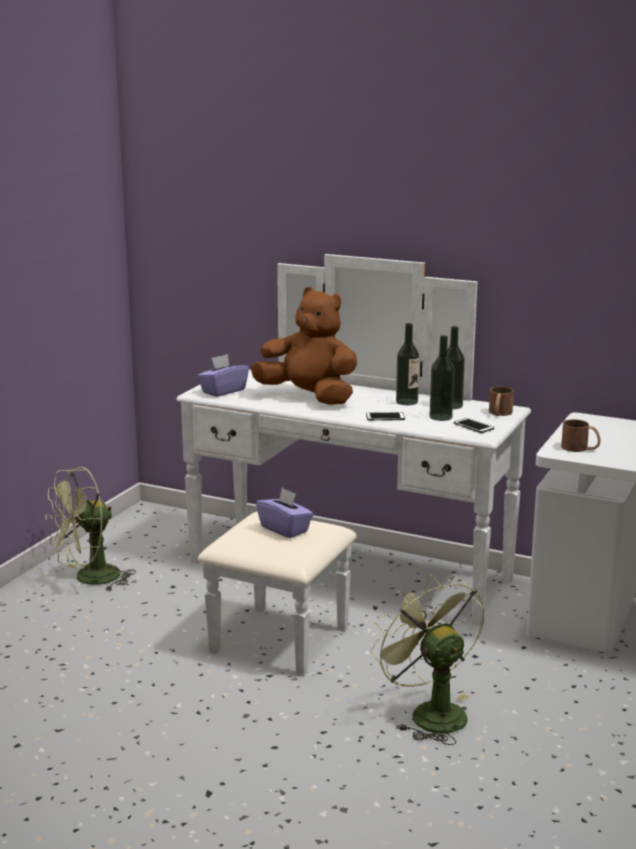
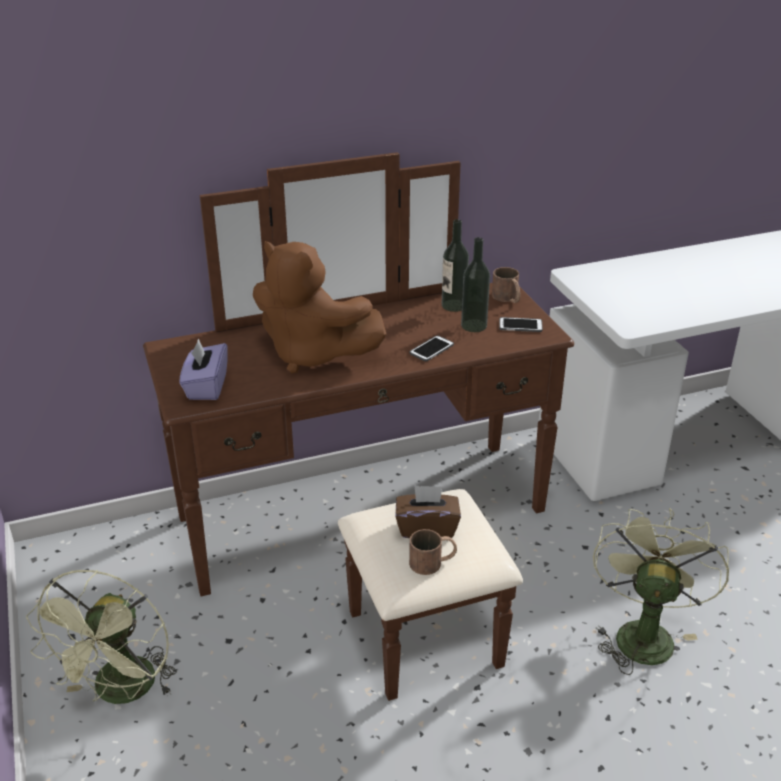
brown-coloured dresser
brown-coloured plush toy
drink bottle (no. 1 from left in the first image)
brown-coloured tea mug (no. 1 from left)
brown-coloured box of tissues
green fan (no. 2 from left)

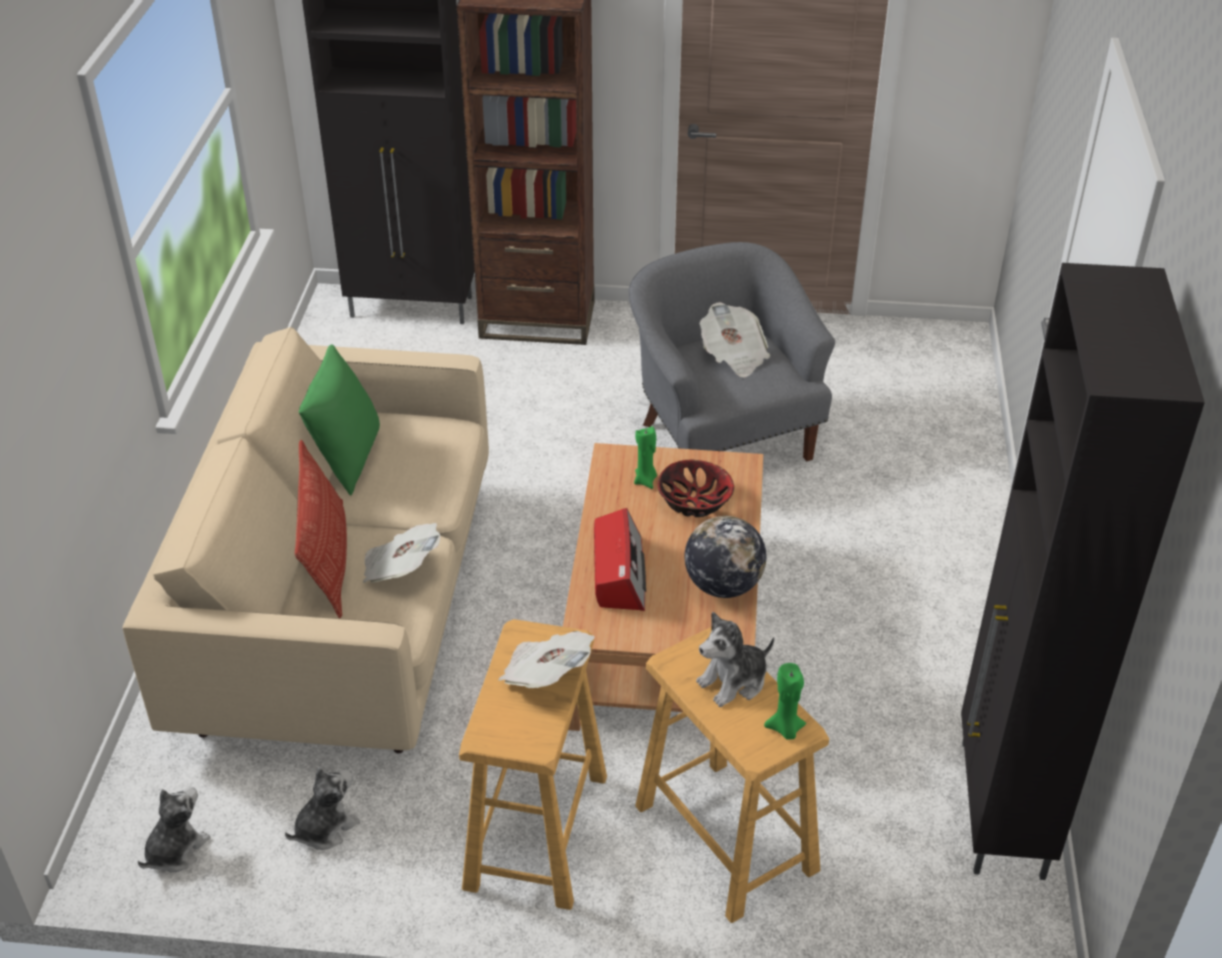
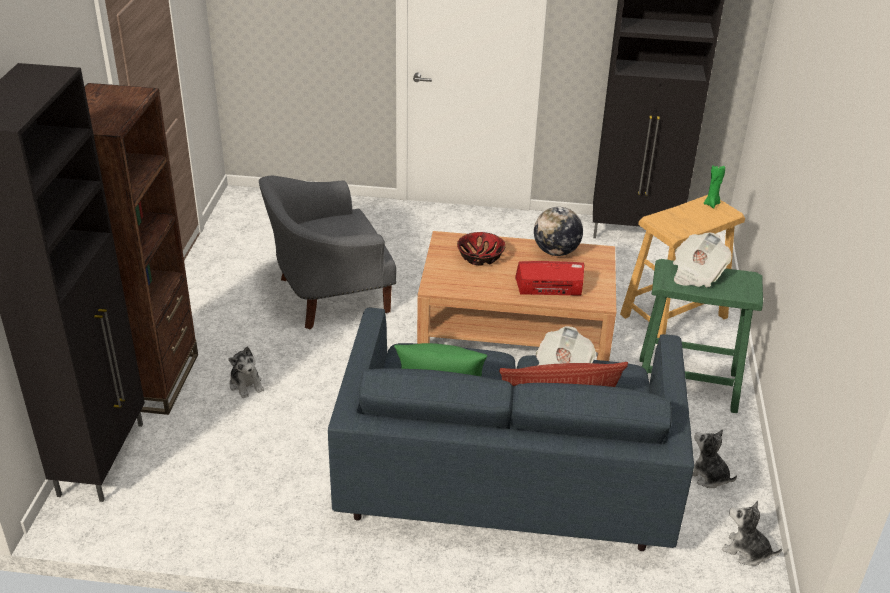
printed paper (no. 3 from left in the first image)
blue-coloured couch
green wax light (no. 1 from left in the first image)
plush toy (no. 1 from left)
green stool seat

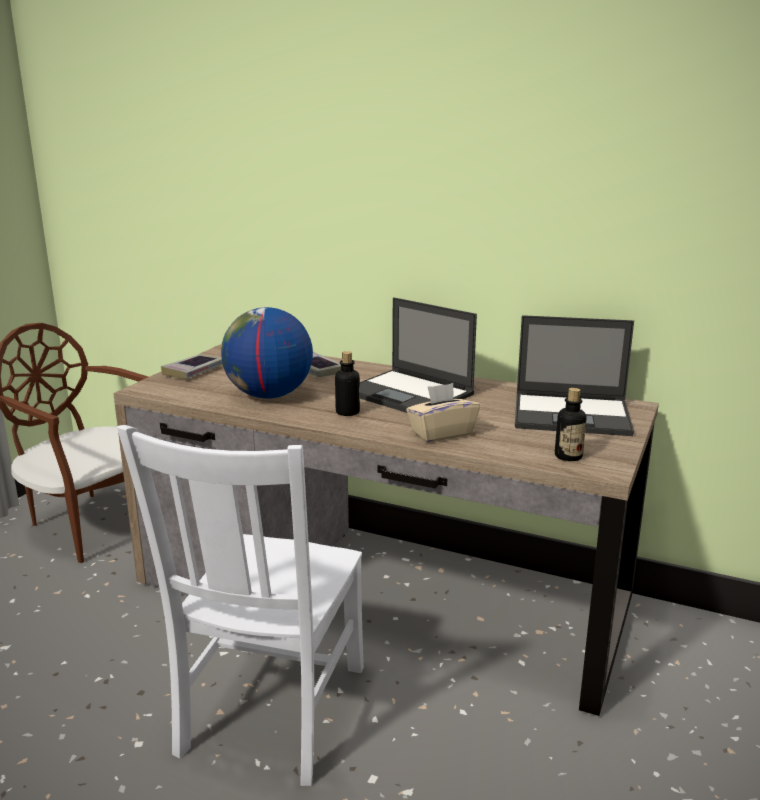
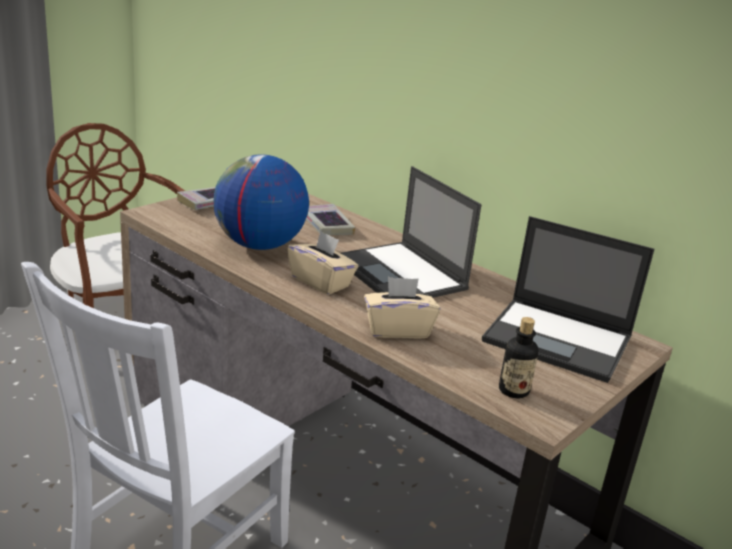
sand-coloured box of tissues (no. 1 from left)

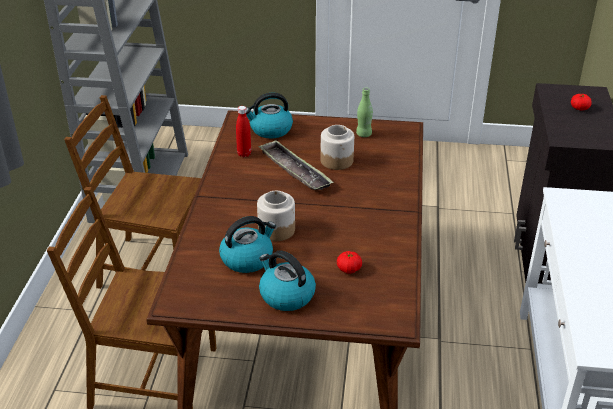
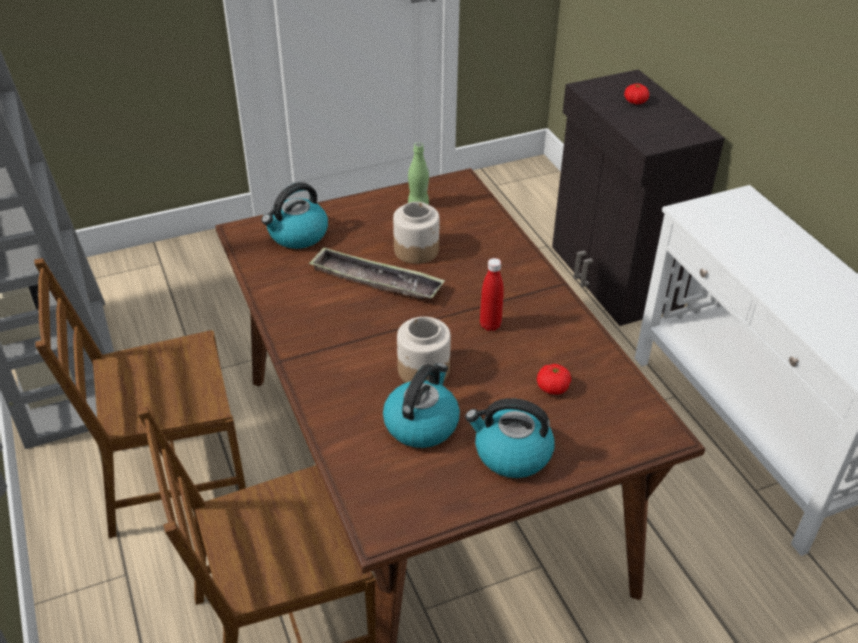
red drink bottle

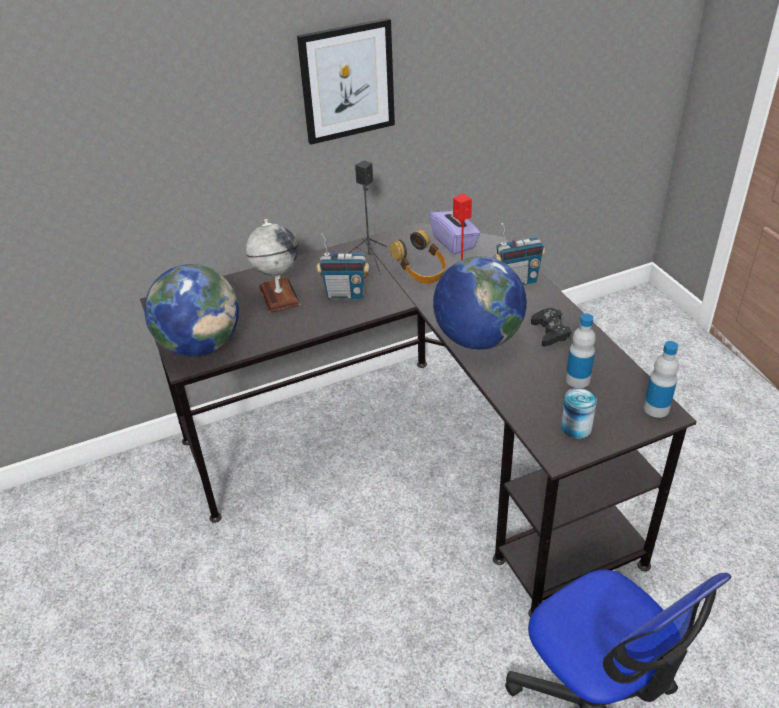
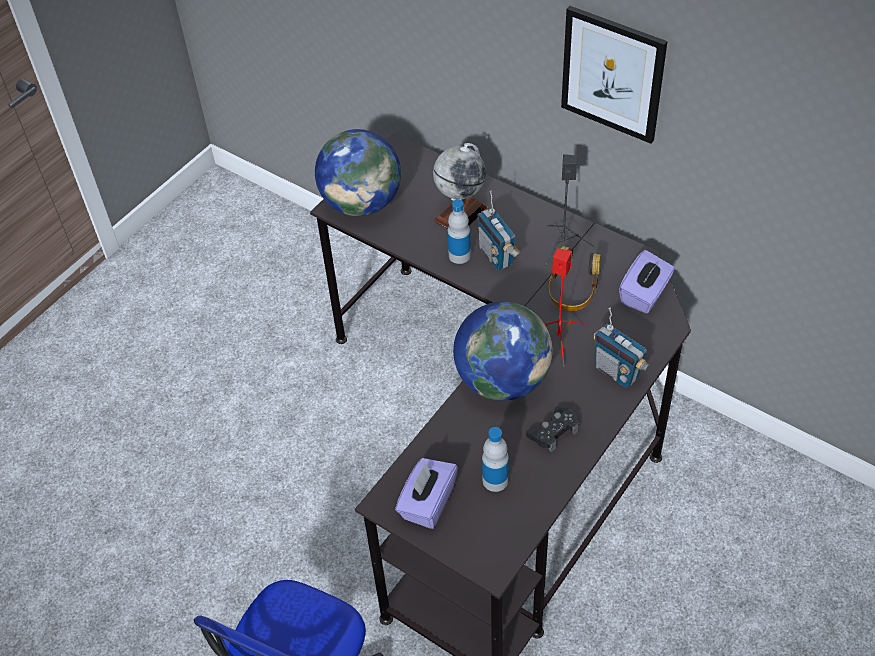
drink bottle (no. 1 from left)
purple box of tissues (no. 1 from left)

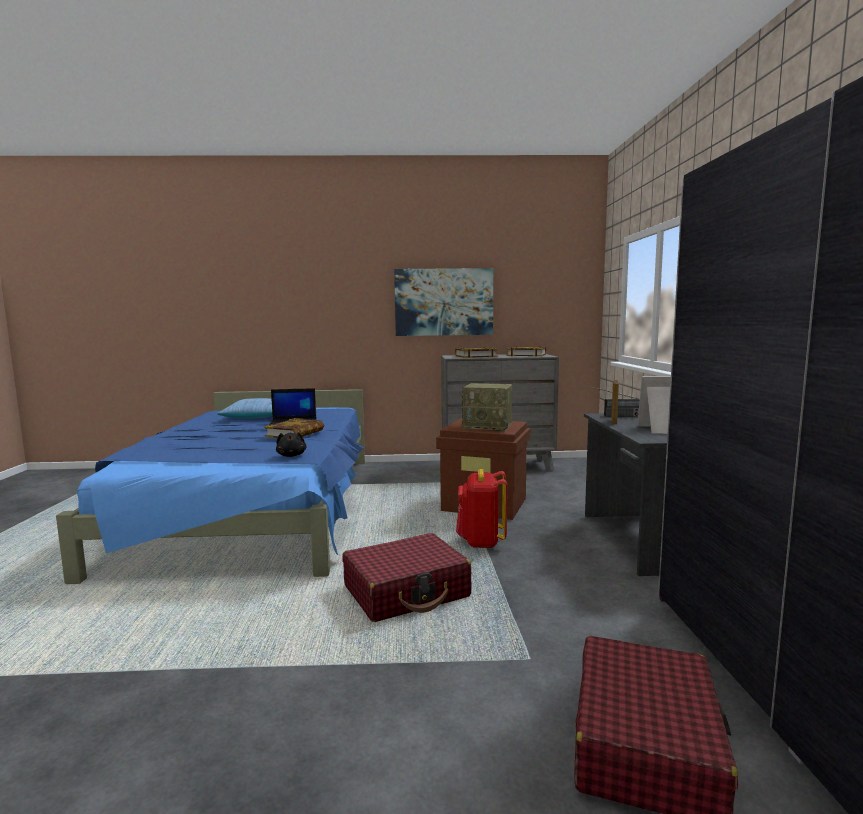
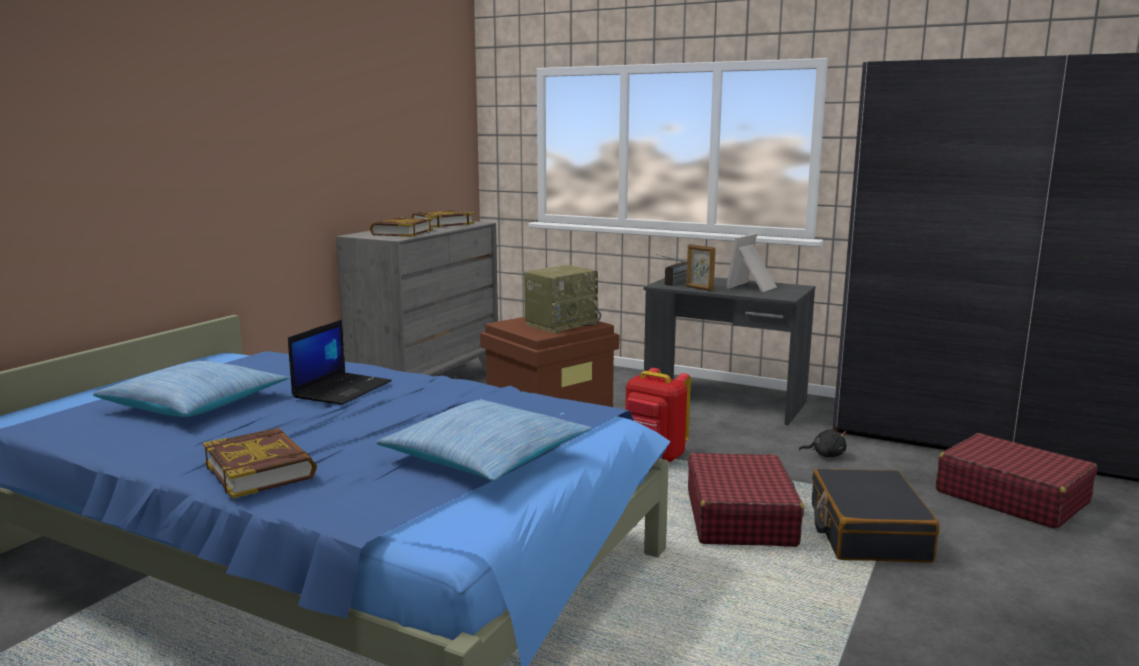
picture
book (no. 1 from left)
black-coloured plush toy
cushion (no. 2 from left)
black-coloured piece of luggage

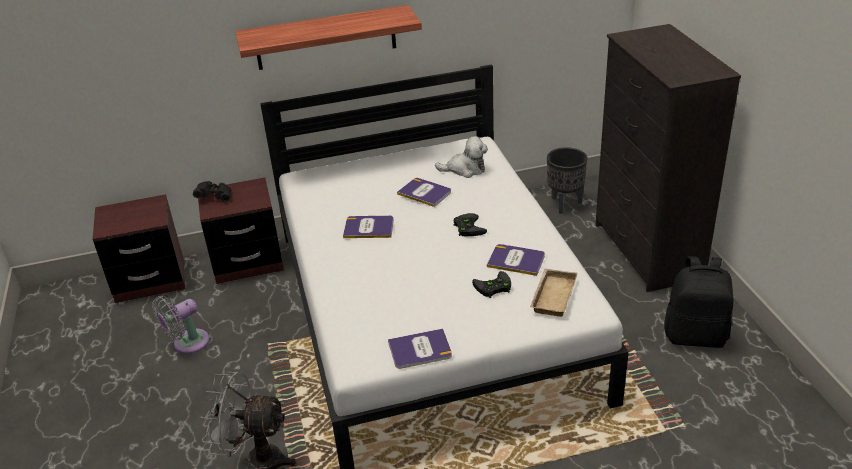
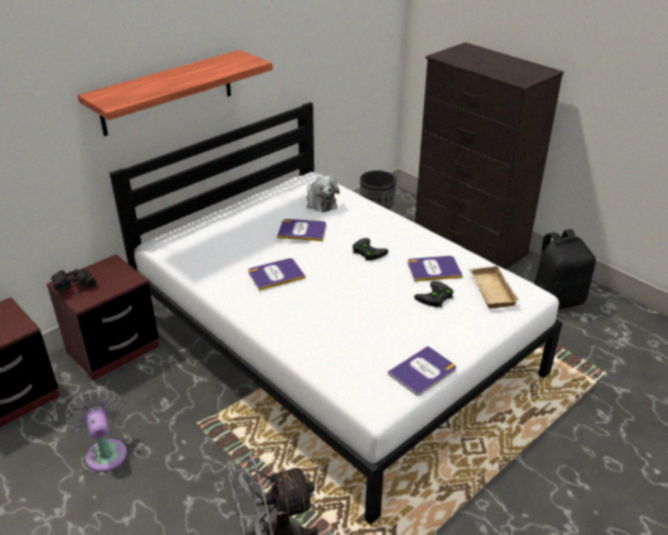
plush toy
grey fan (no. 1 from left)

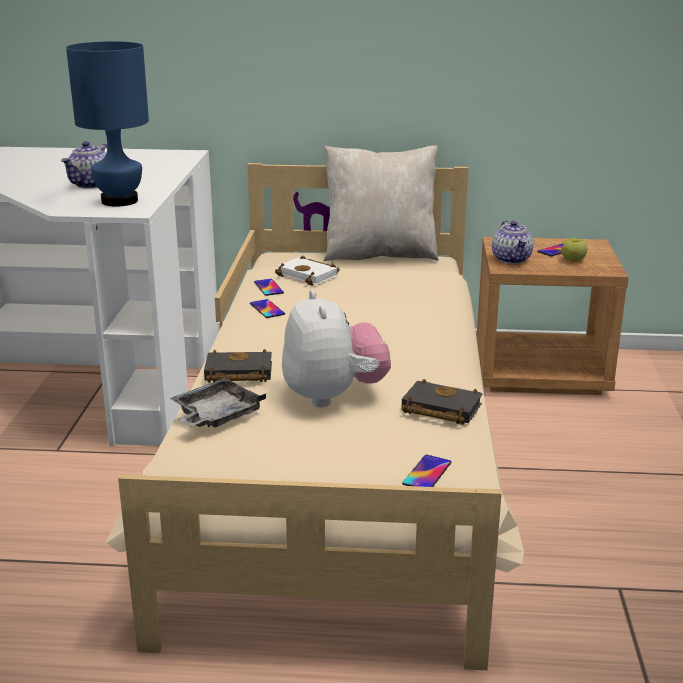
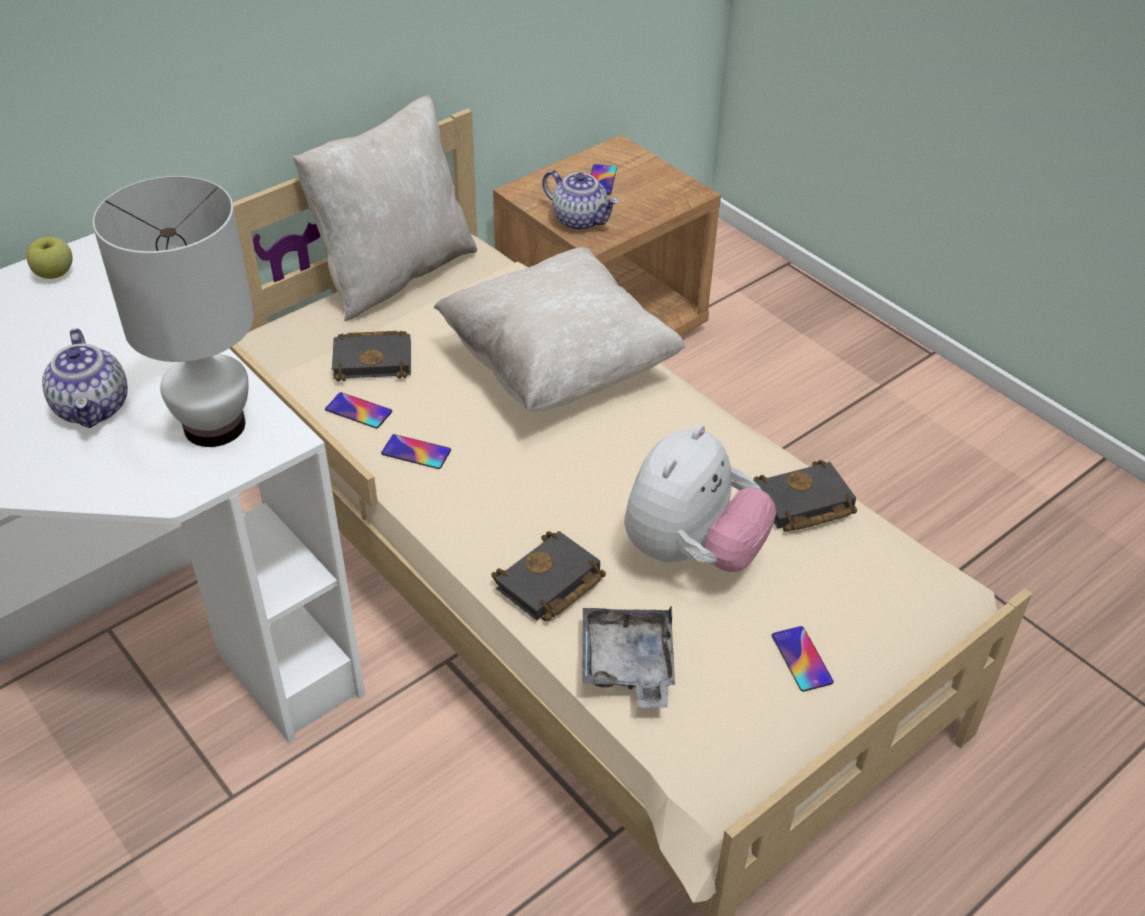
whitish table lamp
apple fruit
black-coloured book (no. 1 from left)
plush toy
handset (no. 4 from left)
sand-coloured cushion (no. 2 from left)

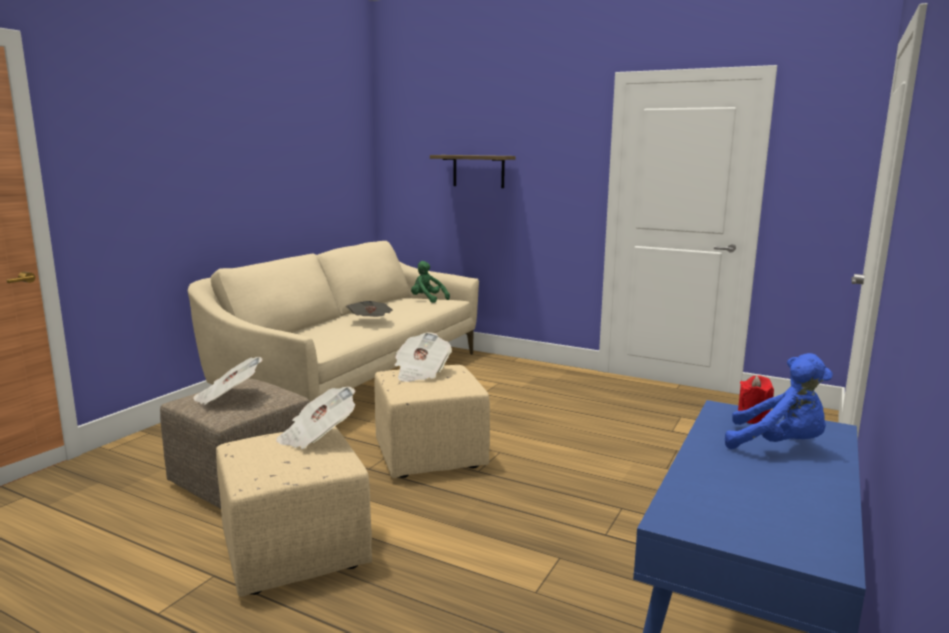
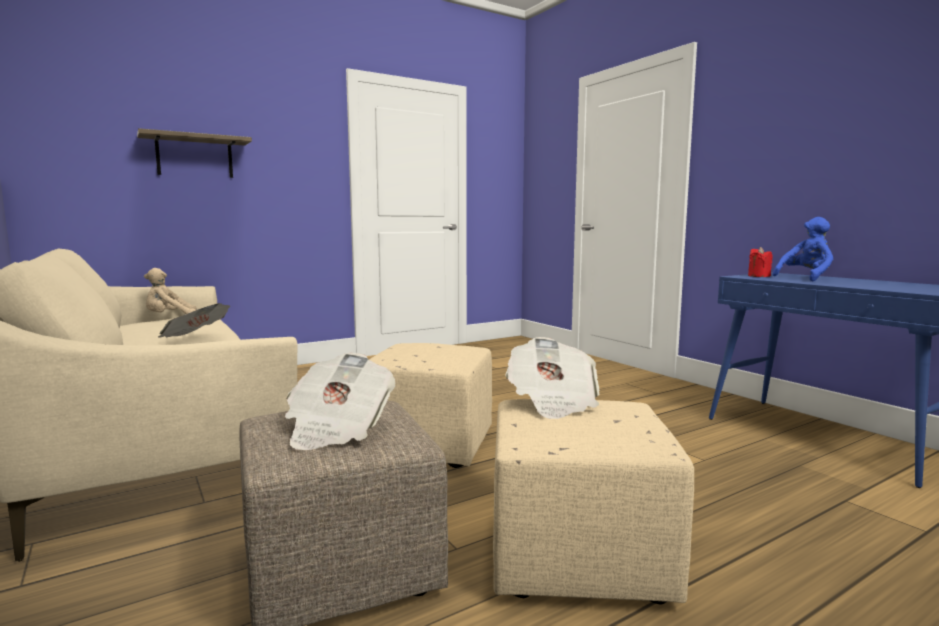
sand-coloured plush toy
printed paper (no. 4 from left in the first image)

